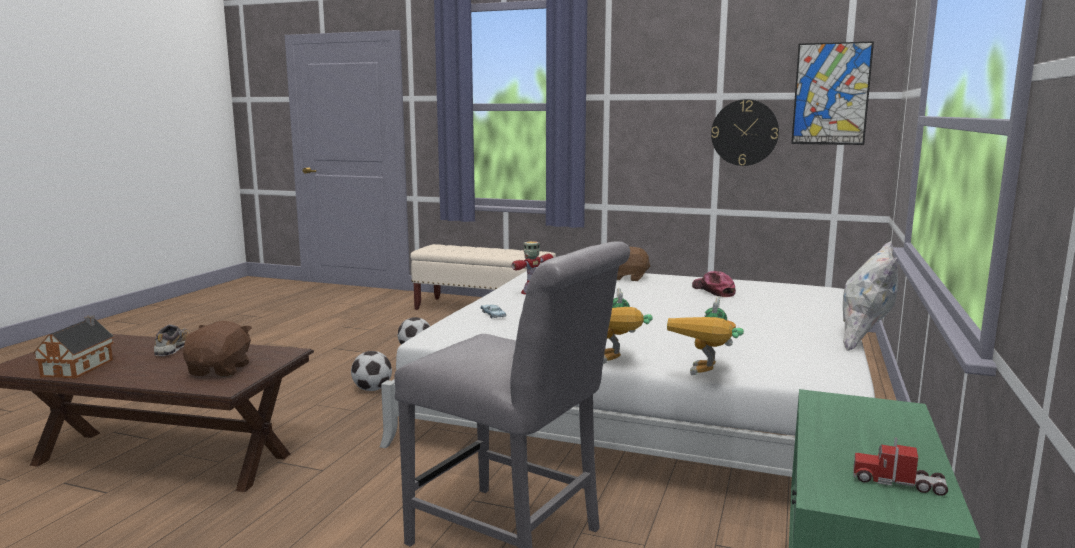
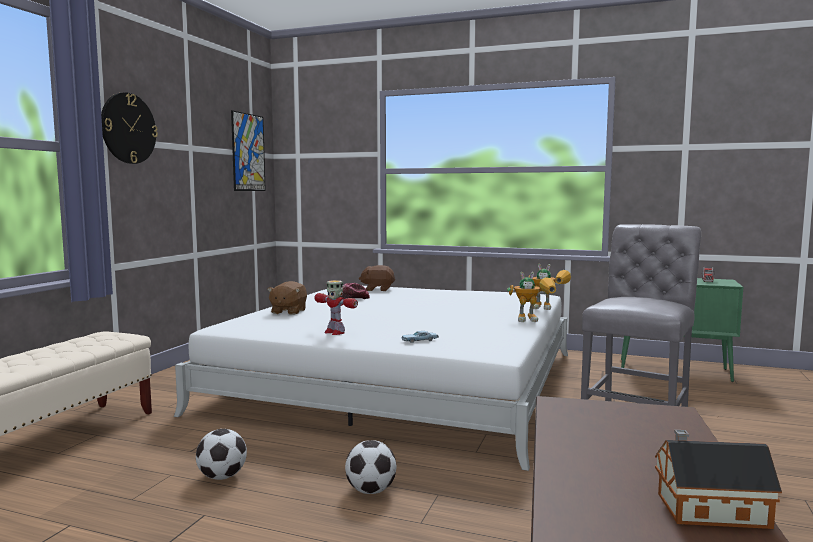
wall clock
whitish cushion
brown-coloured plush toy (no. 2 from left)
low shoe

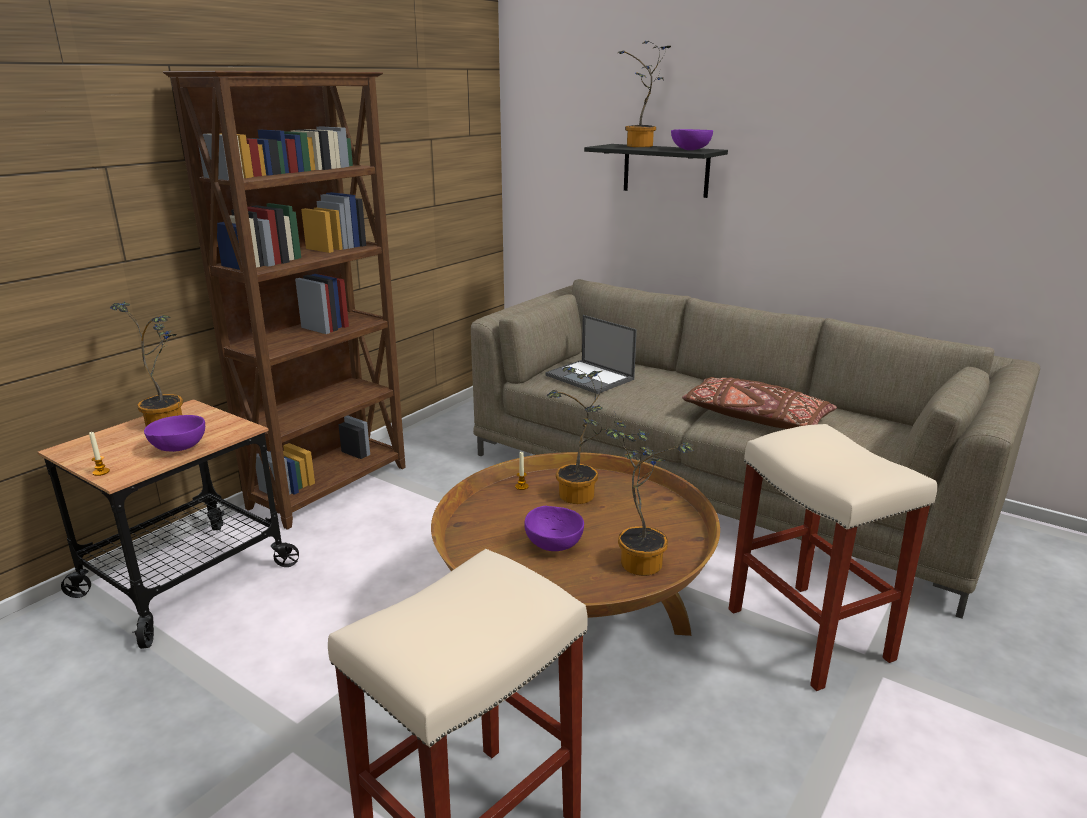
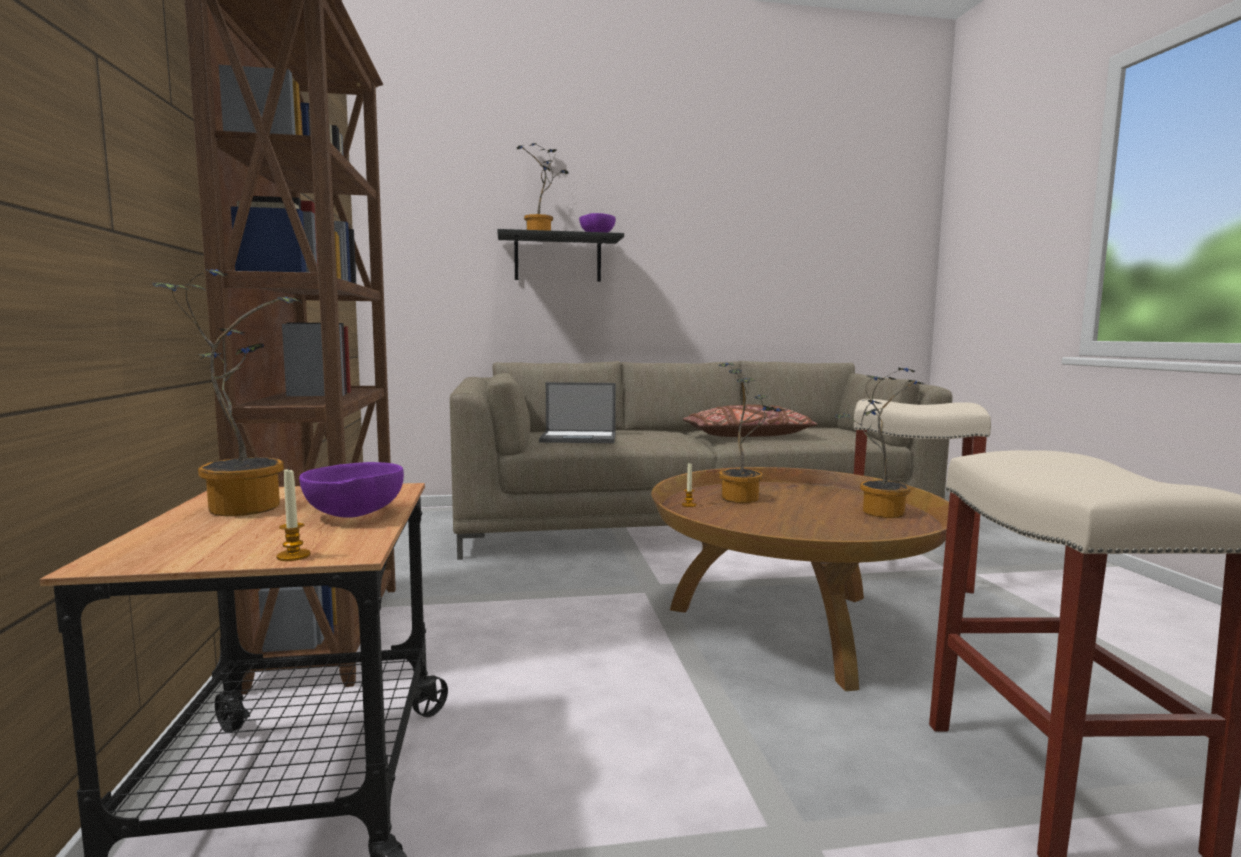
purple serving bowl (no. 2 from left in the first image)

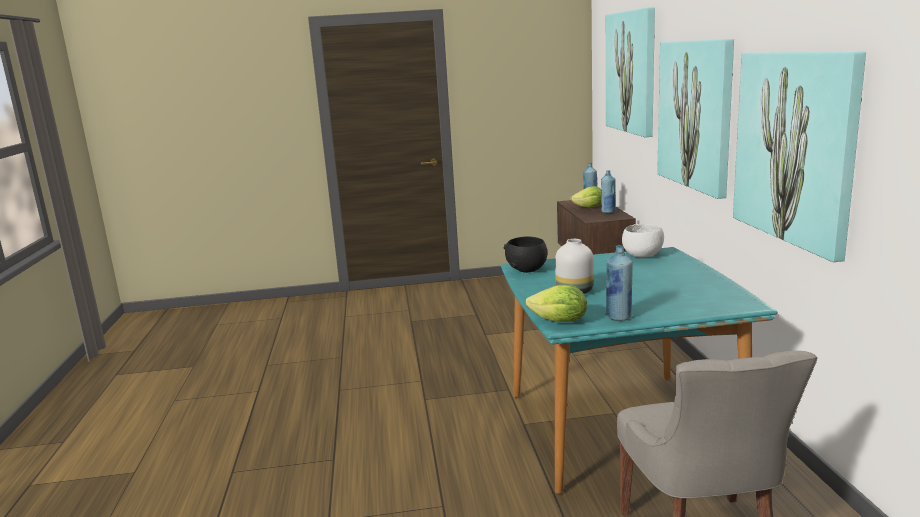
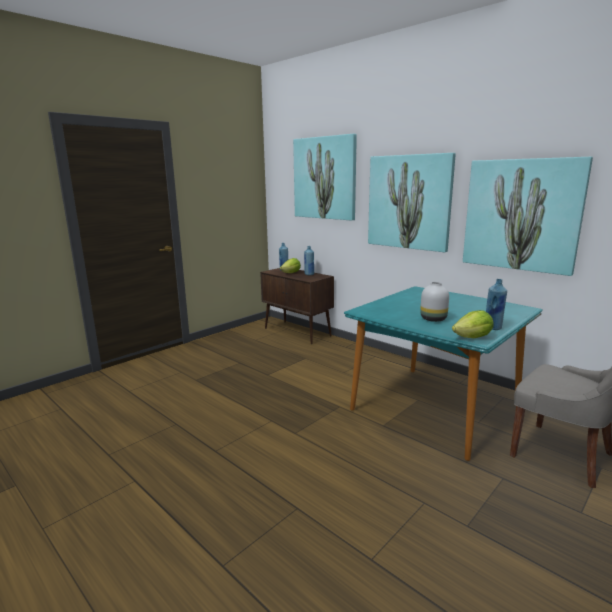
whitish serving bowl
black-coloured serving bowl

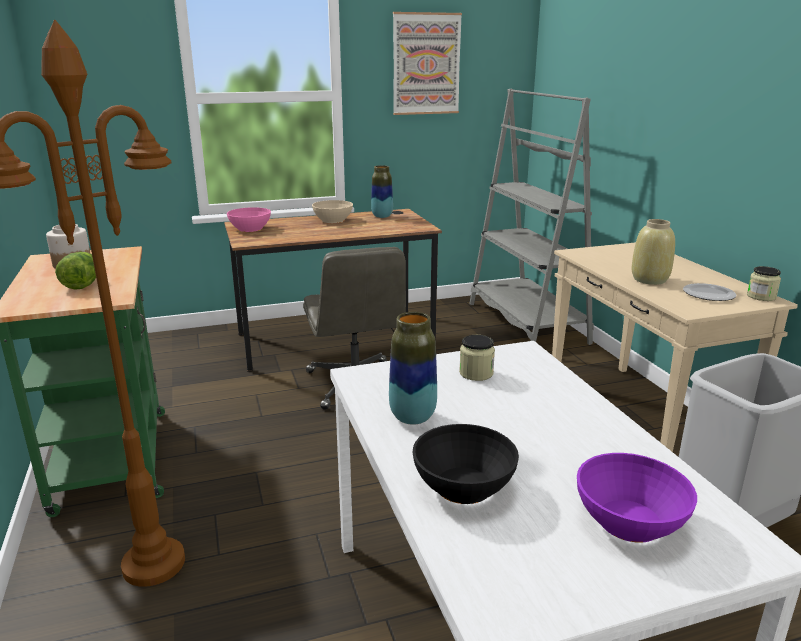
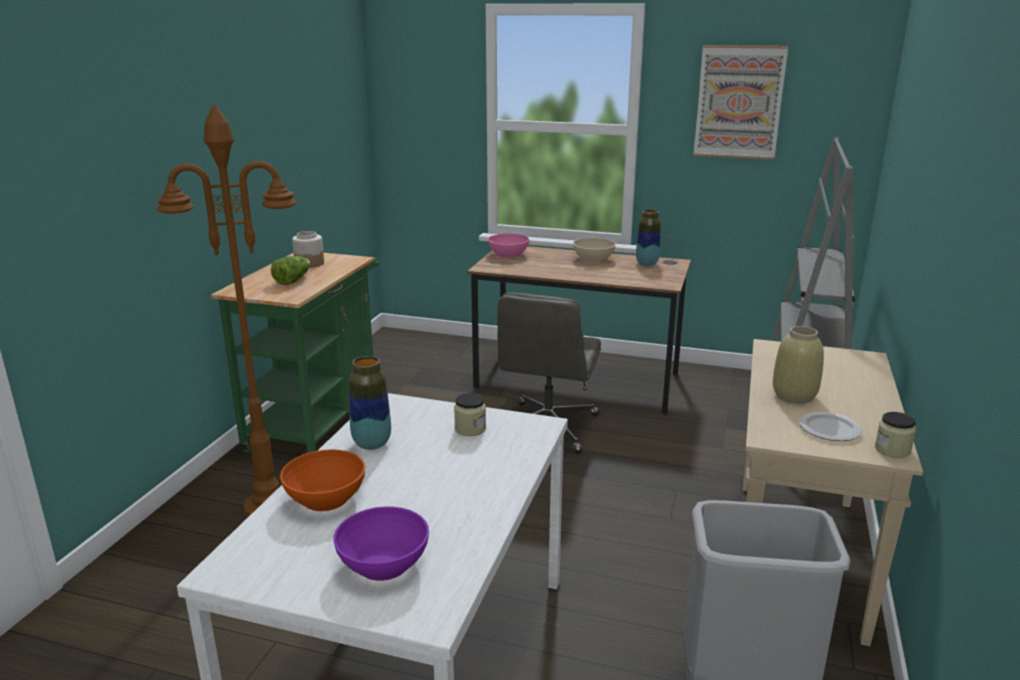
orange-coloured serving bowl

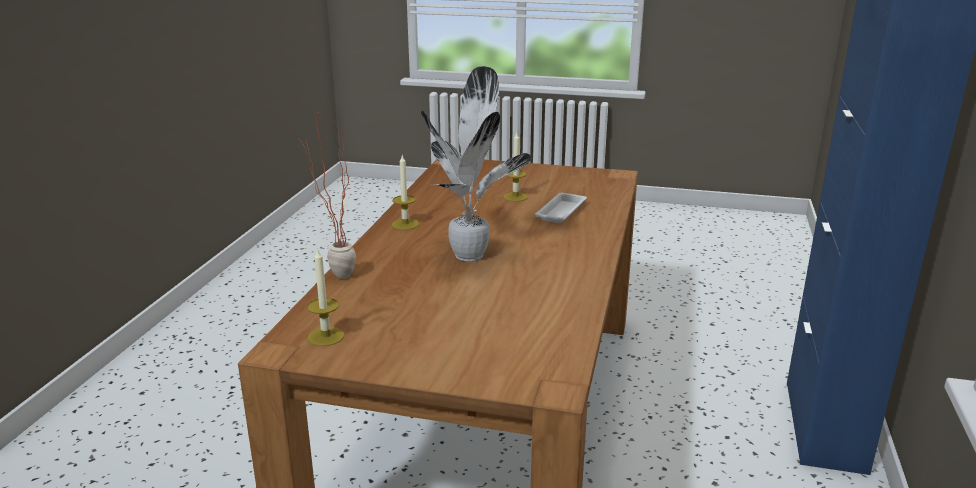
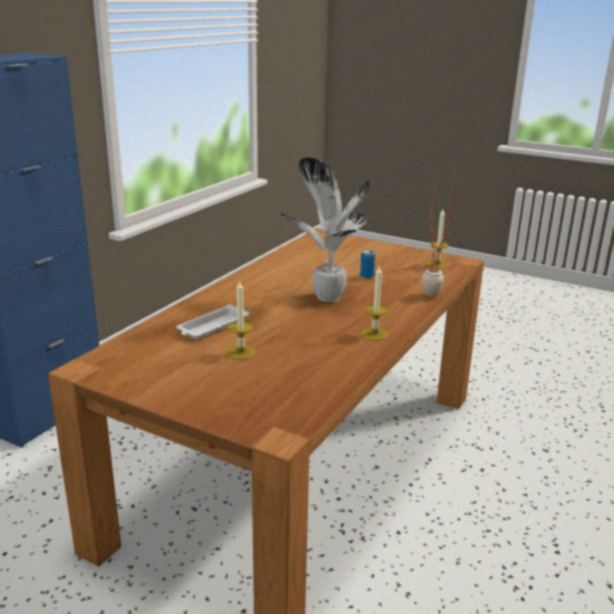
sealed can

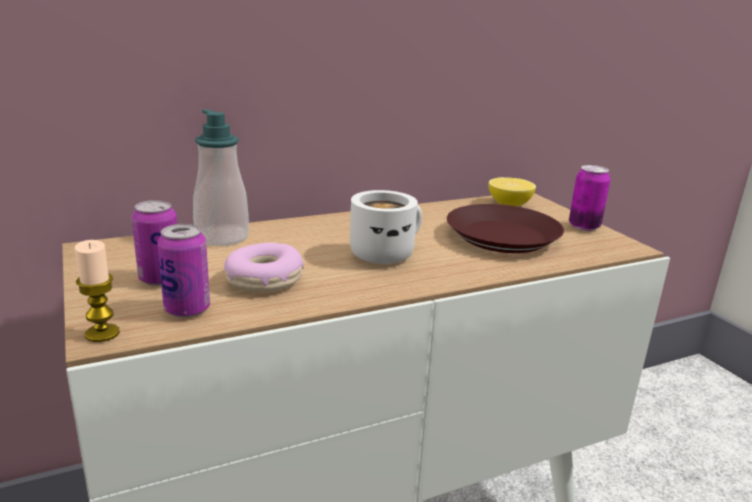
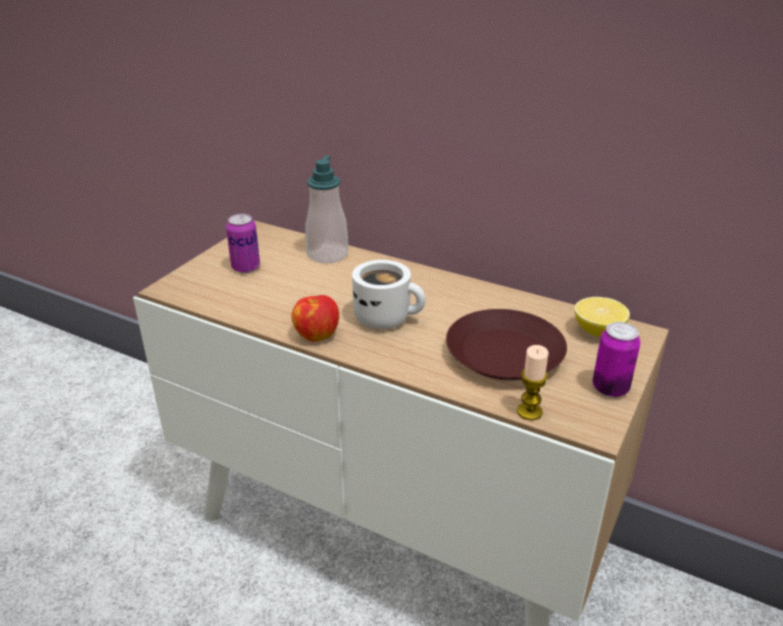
sealed can (no. 2 from left in the first image)
wax light
doughnut
apple fruit

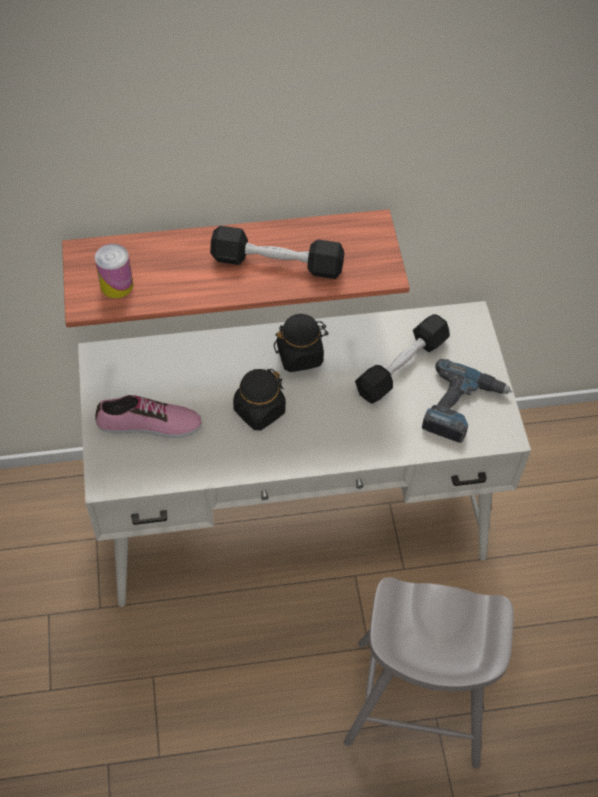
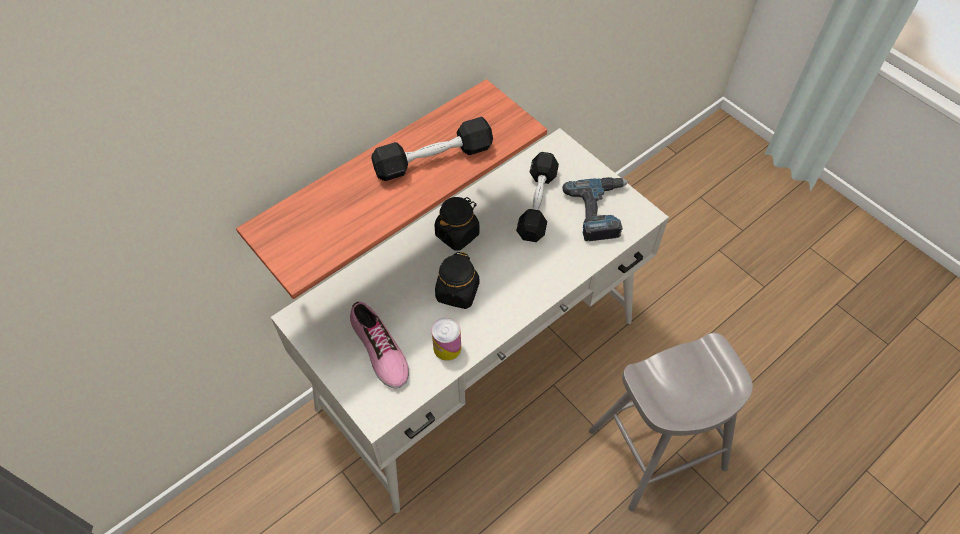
sealed can
low shoe

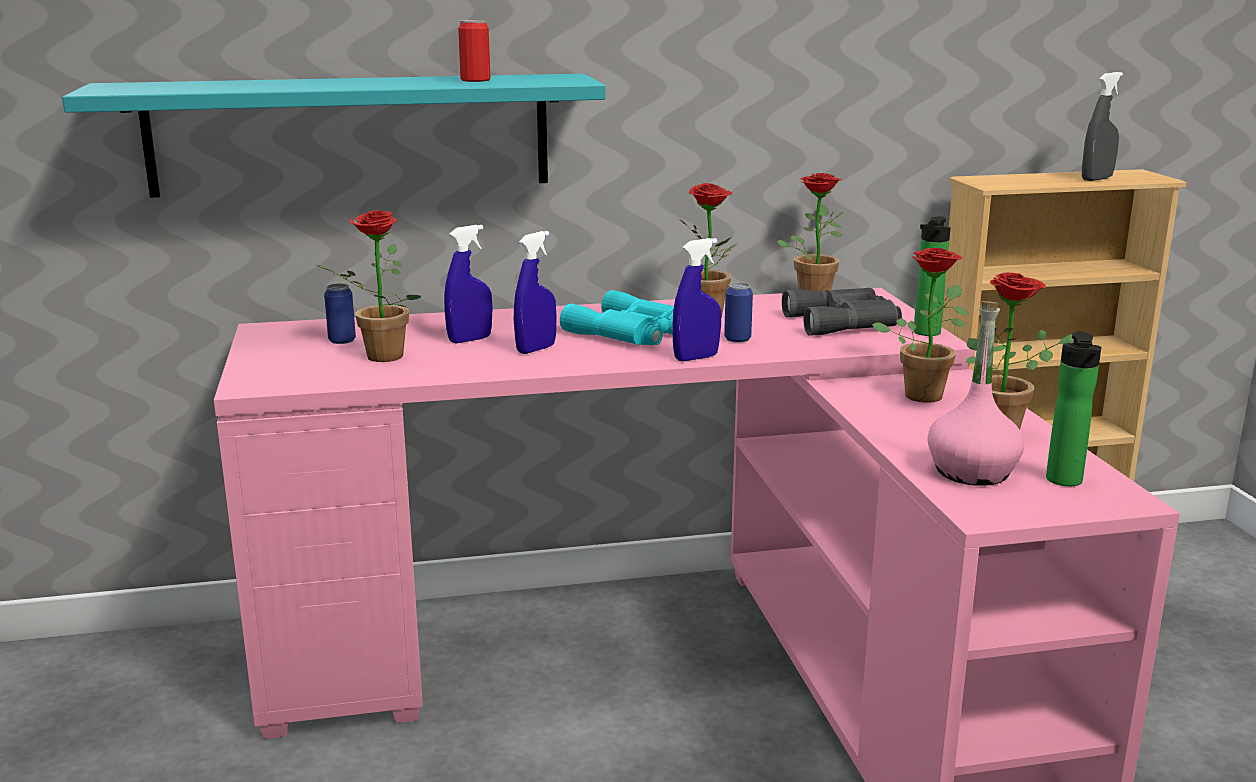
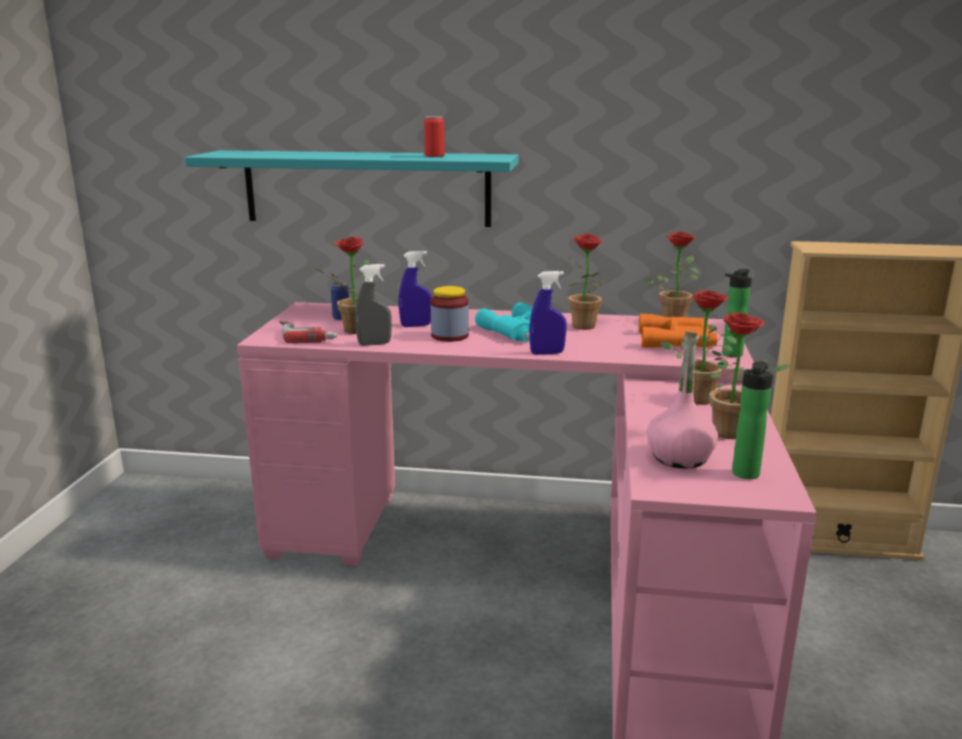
grey hand sprayer
storage jar
sealed can (no. 3 from left in the first image)
orange-coloured field glasses
power drill

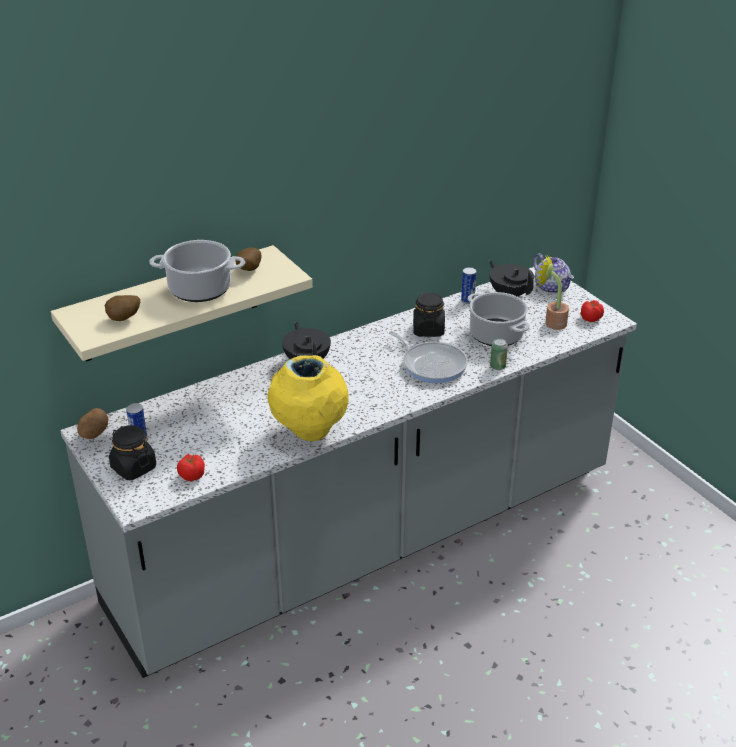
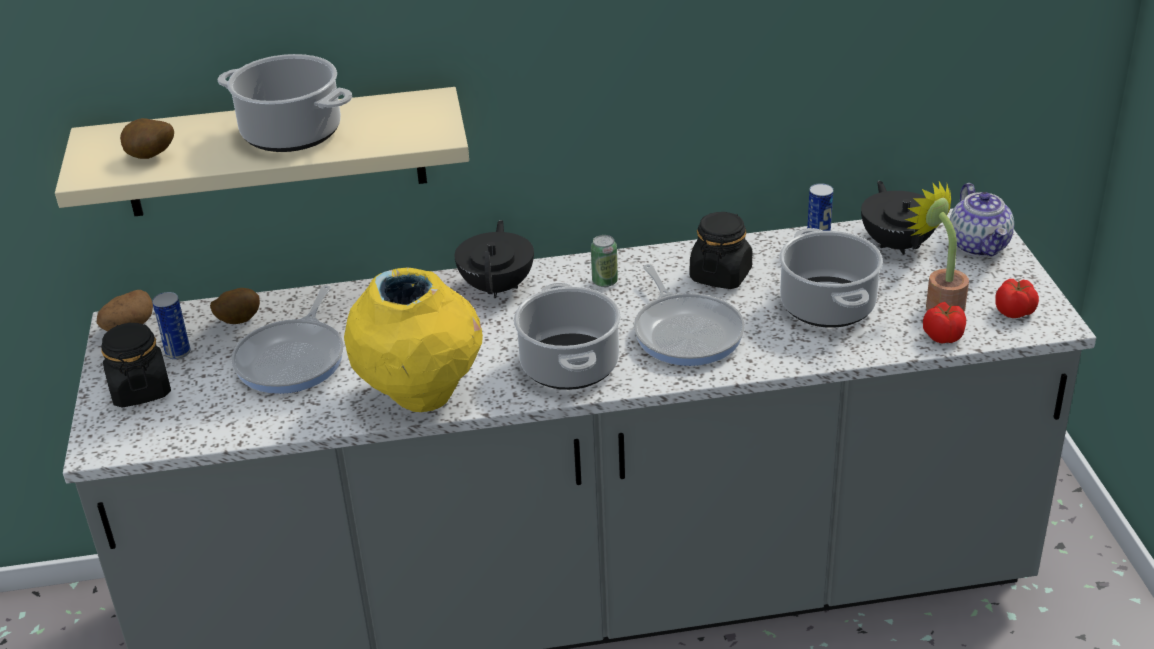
whole potato (no. 3 from left)
sealed can (no. 2 from left)
fresh tomato (no. 1 from left)
cooking pot (no. 2 from left)
pan (no. 1 from left)

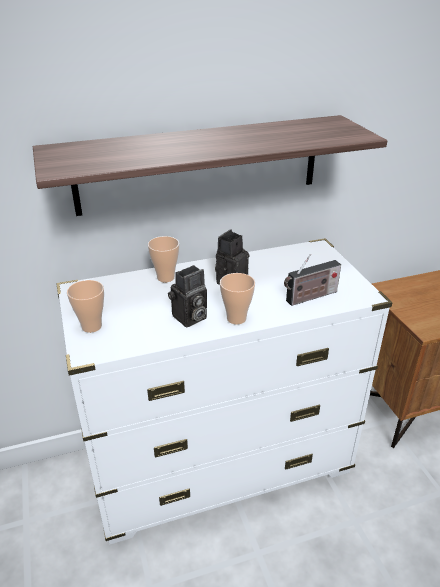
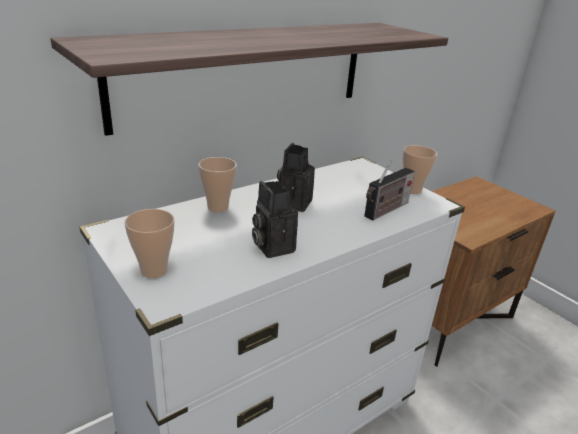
photo camera (no. 1 from left)
small cup (no. 3 from left)

